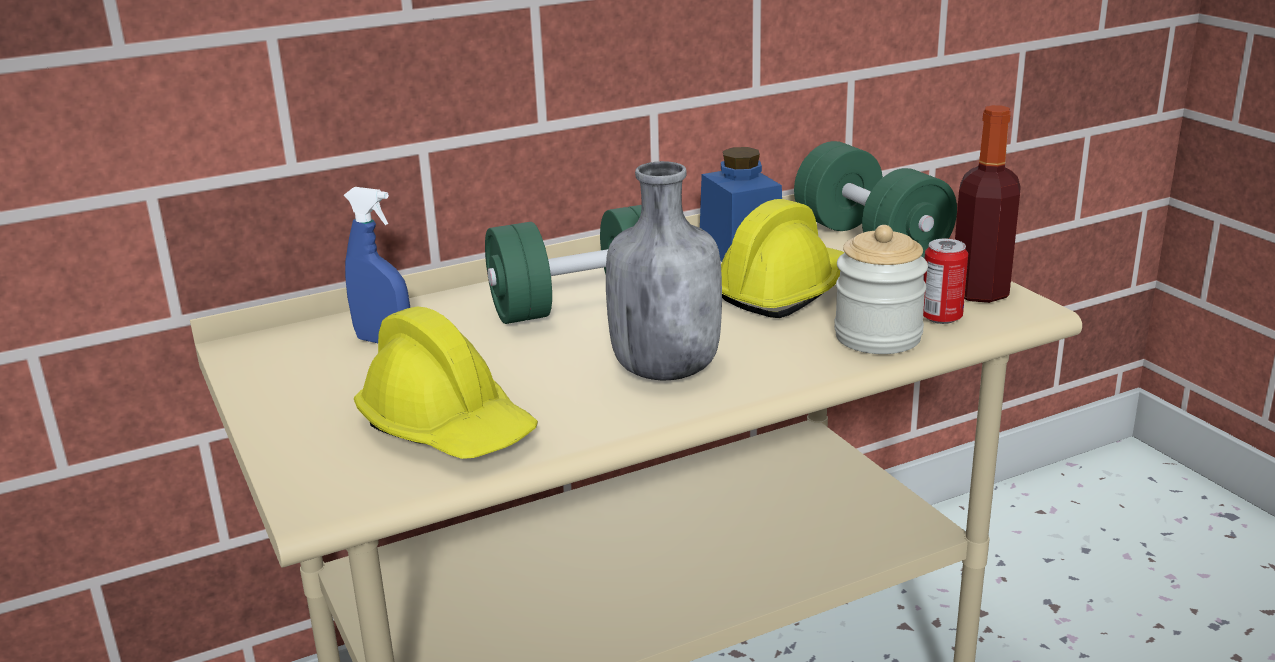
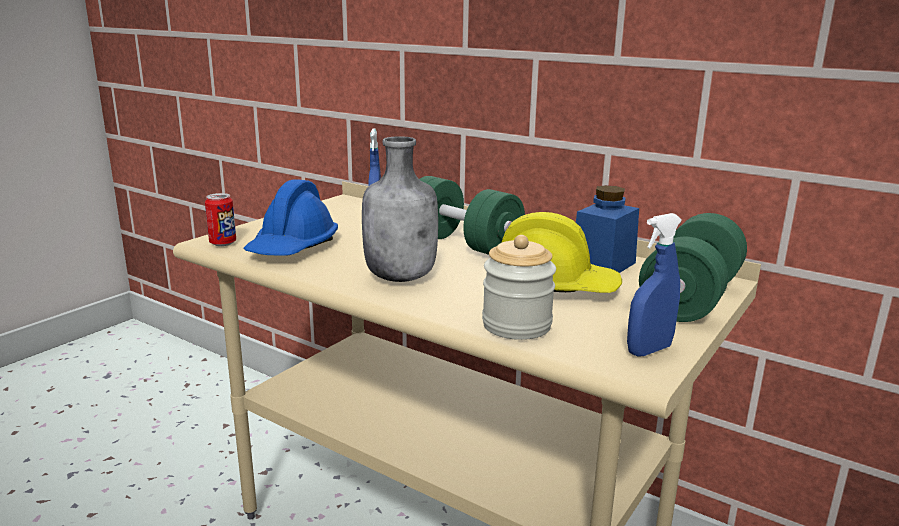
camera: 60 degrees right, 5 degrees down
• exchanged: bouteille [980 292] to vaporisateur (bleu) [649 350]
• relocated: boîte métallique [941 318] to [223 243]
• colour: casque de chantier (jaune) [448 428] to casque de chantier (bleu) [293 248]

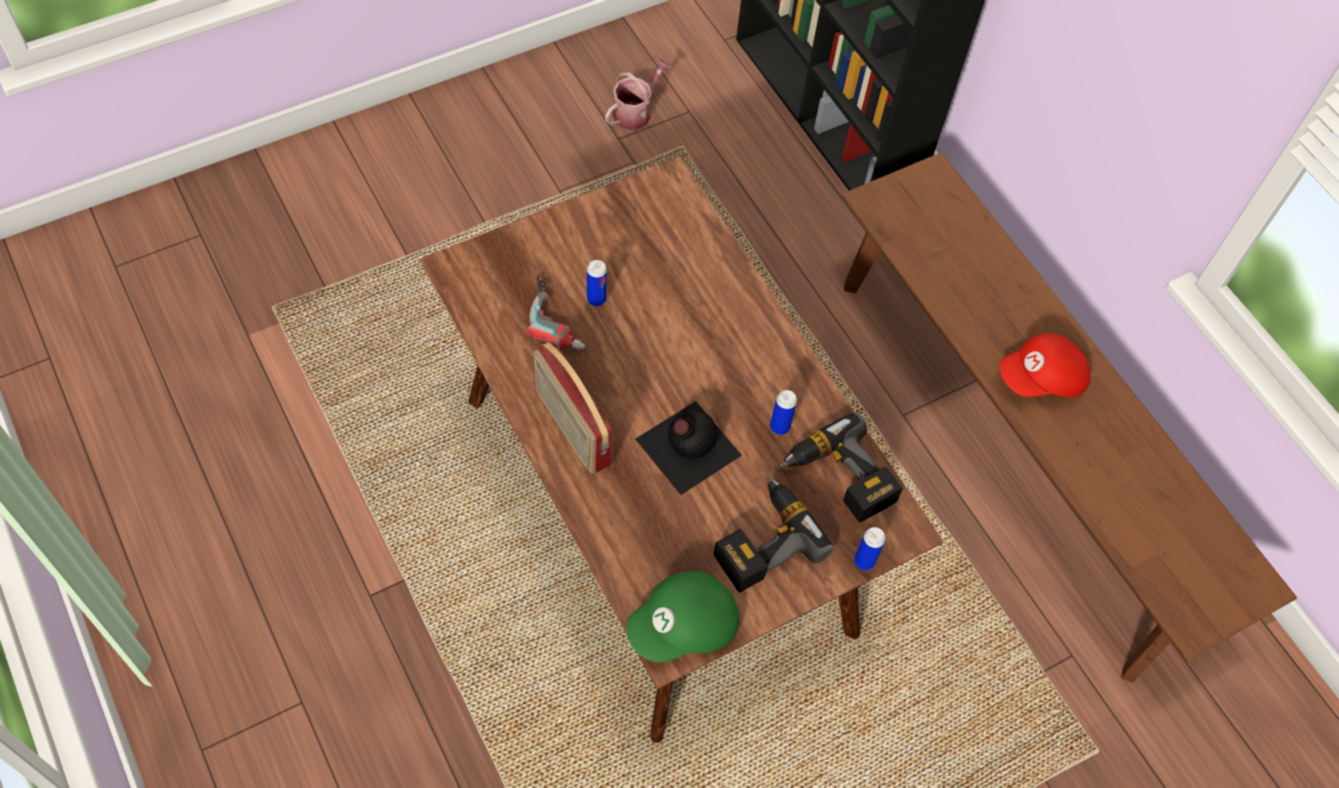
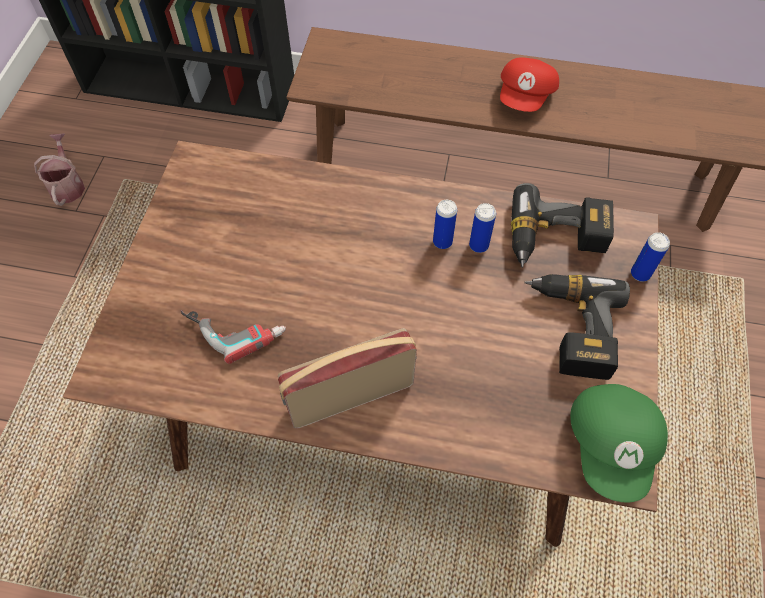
camera: 45 degrees left, 0 degrees up
• relocated: boîte métallique [596 299] to [442 242]
• spun: radio [571 428] = [350 395] 150 degrees clockwise
• missing: bouteille (noir) [686 446]

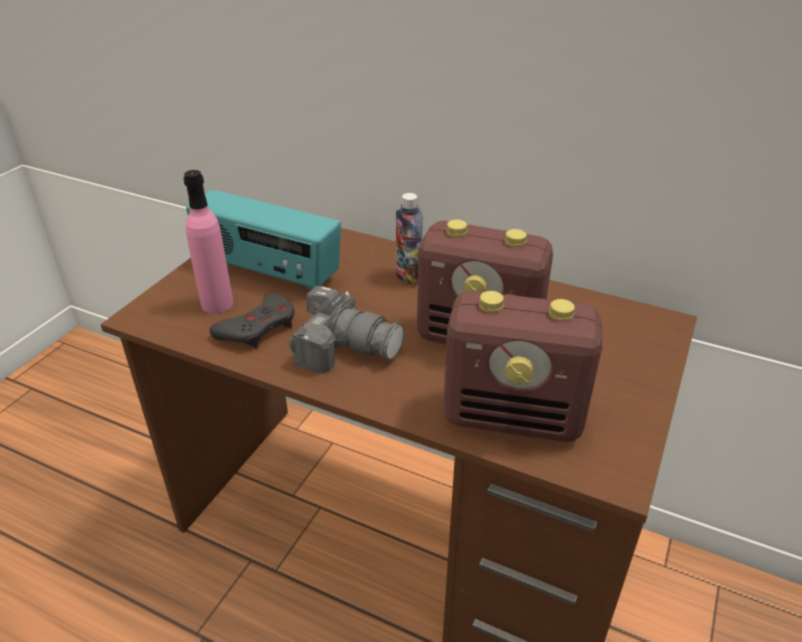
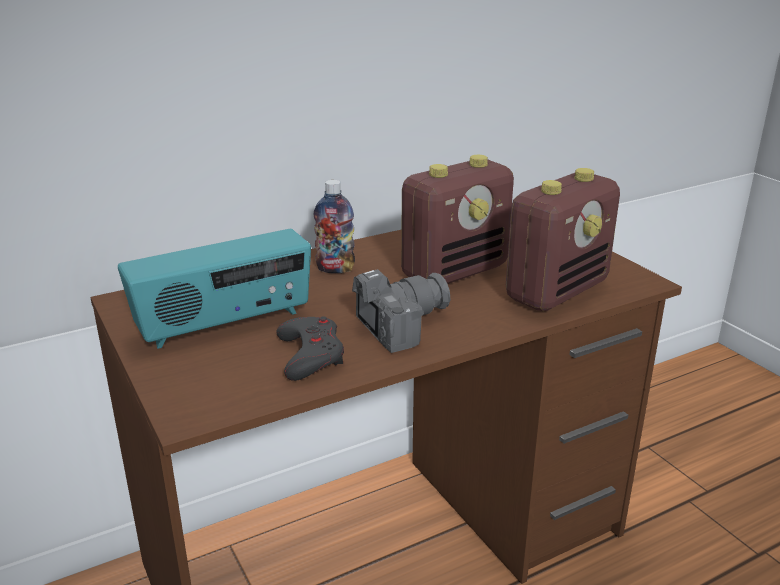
camera: 55 degrees left, 10 degrees down
• missing: bouteille (rose) [217 303]

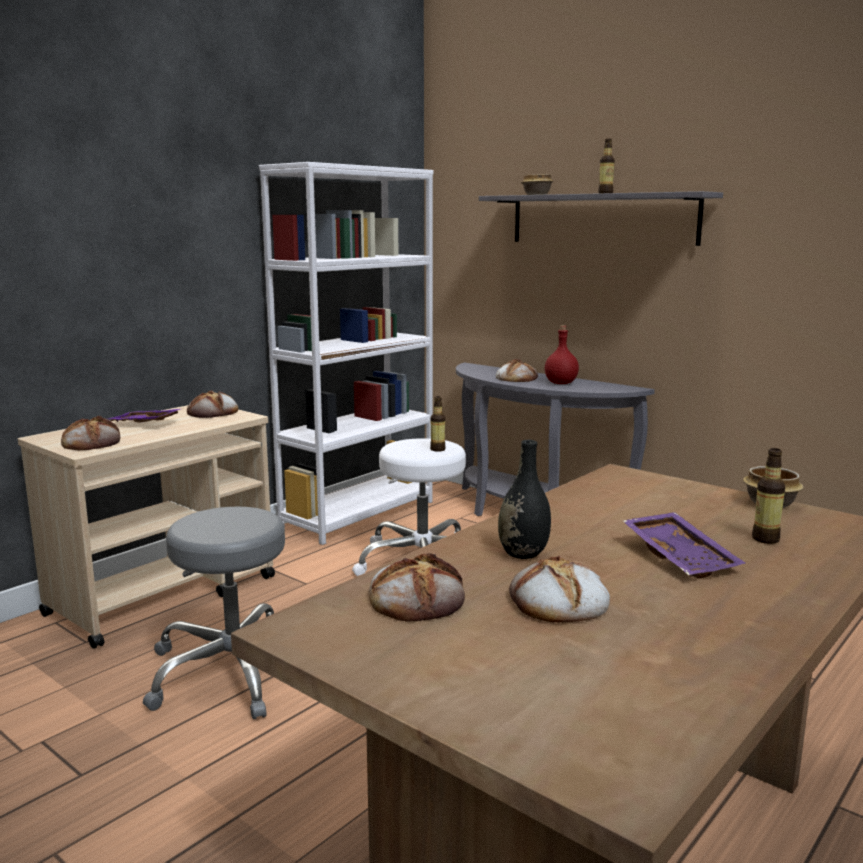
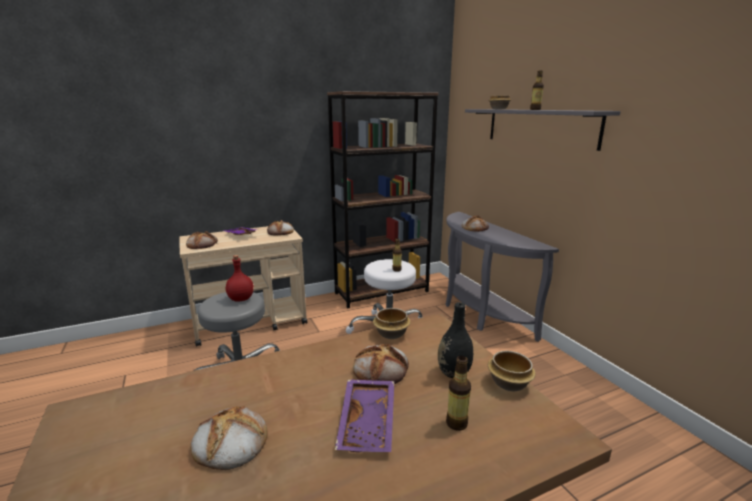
camera: 25 degrees right, 5 degrees up
• colour: bibliothèque (blanc) [359 514] to bibliothèque (marron) [382 292]
• relocated: bouteille (rouge) [560 383] to [240 299]
• relocated: vase (noir) [523 554] to [454 373]
• relocated: pain [417 598] to [381 369]
• appeared: bol [391 334]

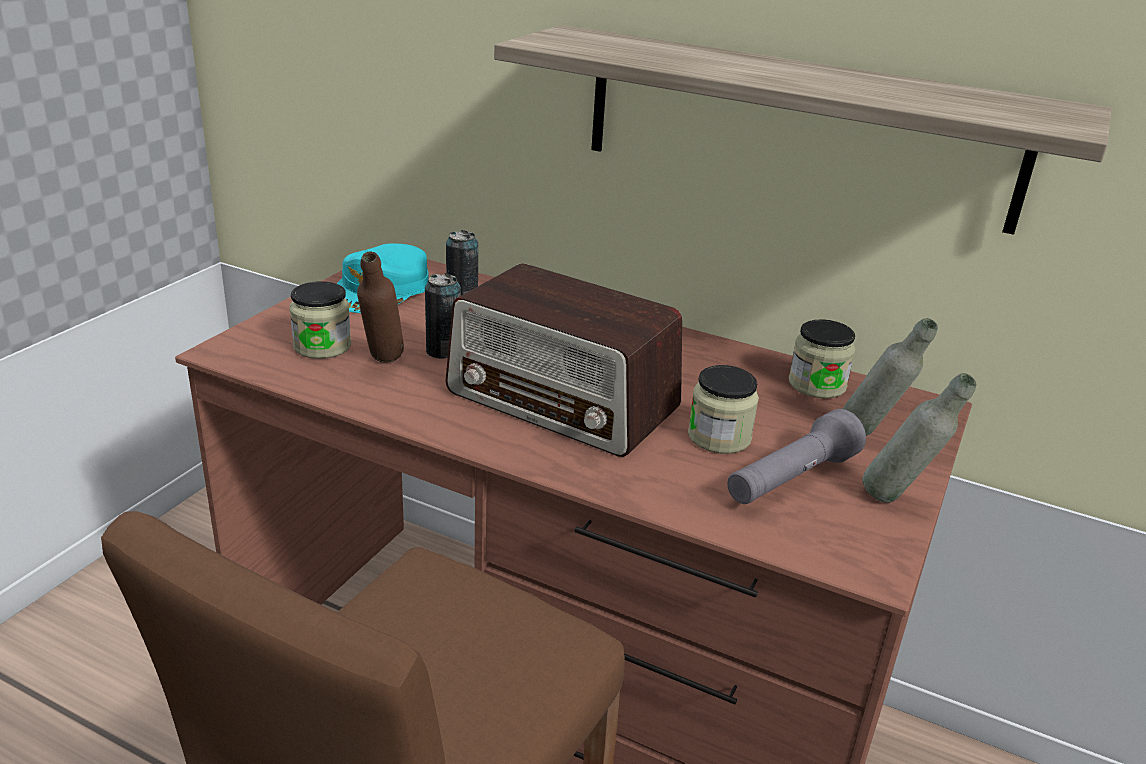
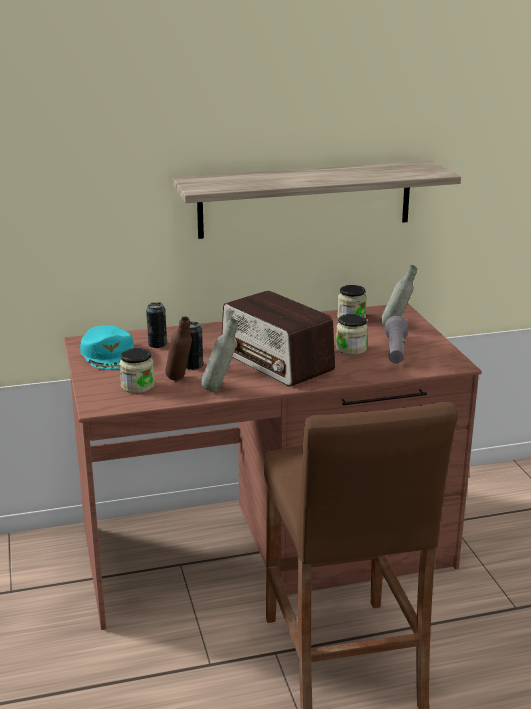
camera: 40 degrees left, 5 degrees down
• spun: radio [563 401] = [277 362] 60 degrees clockwise
• relocated: bouteille (gris) [898 501] to [220 389]

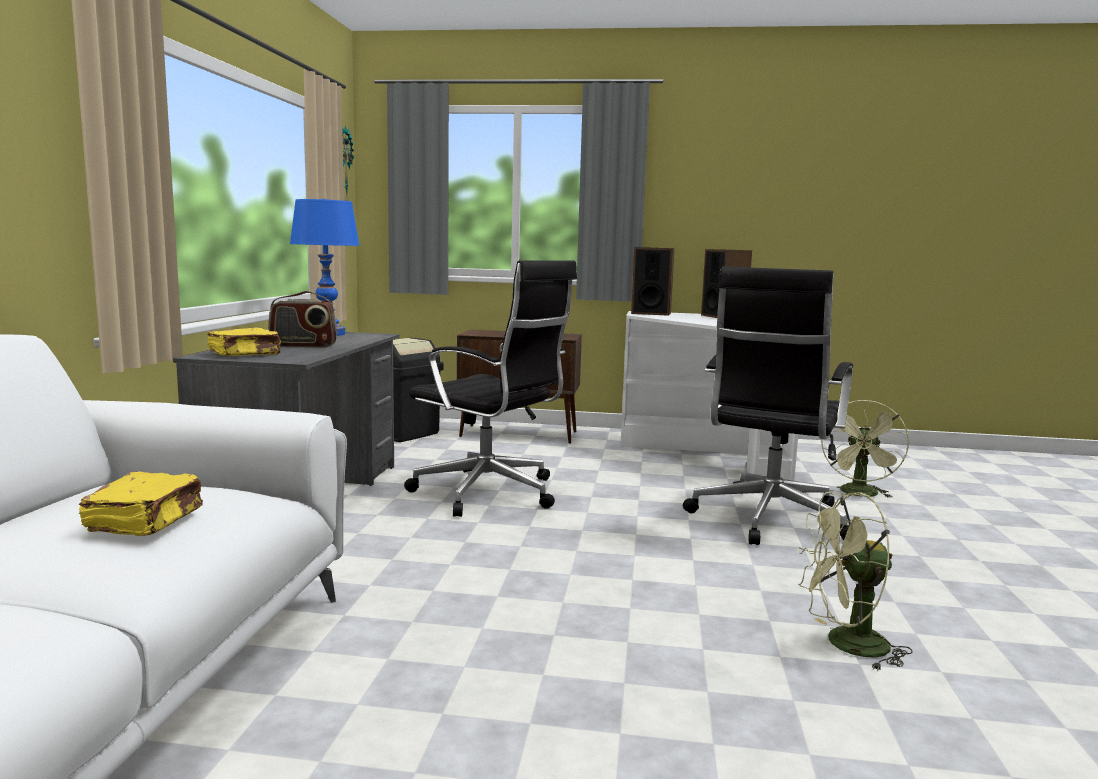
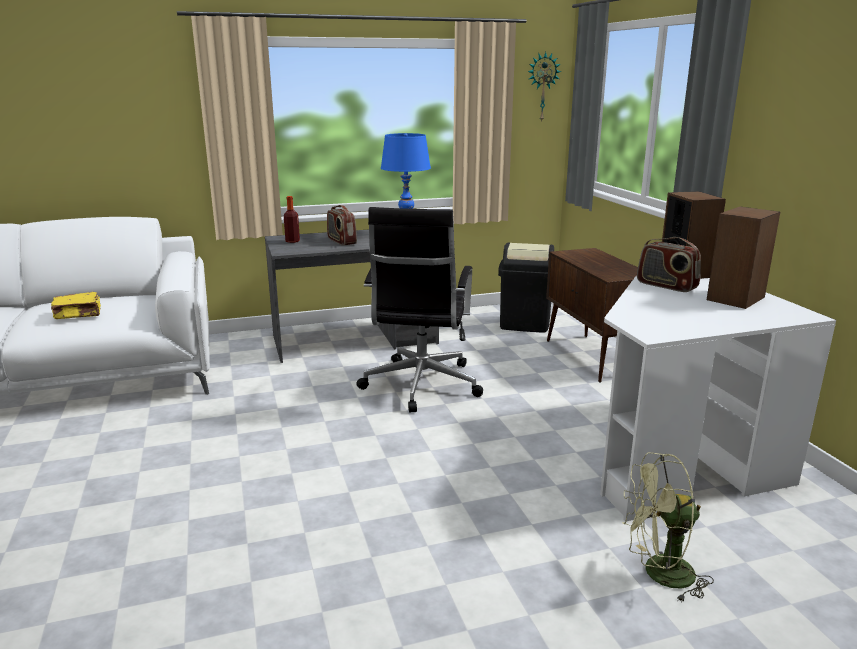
camera: 65 degrees right, 10 degrees up
• missing: chaise de bureau (noir) [768 520]
• exchanged: livre (jaune) [246 354] to bouteille [292 241]
• missing: ventilateur (vert) [845 645]
• appeared: radio [666 286]

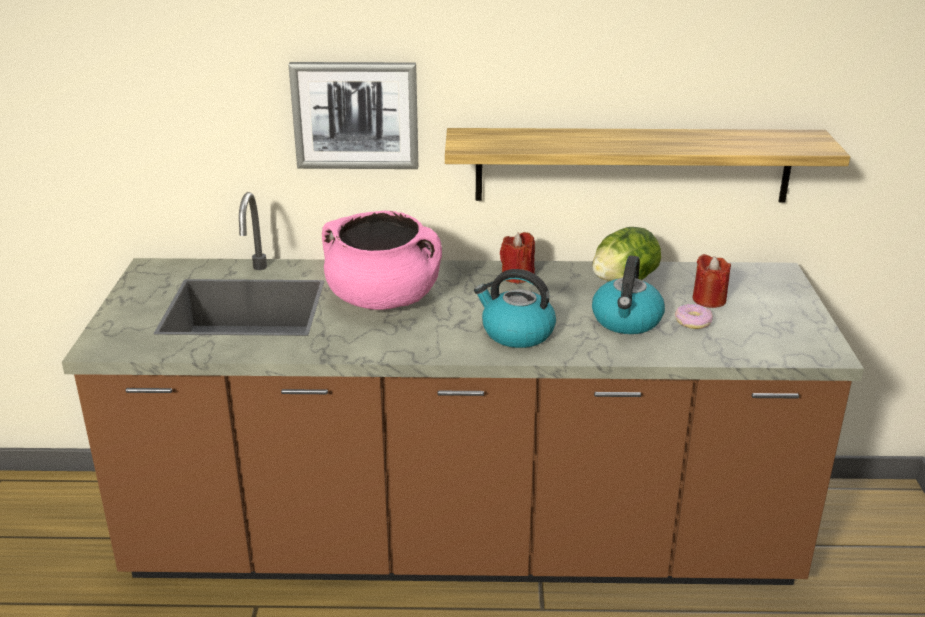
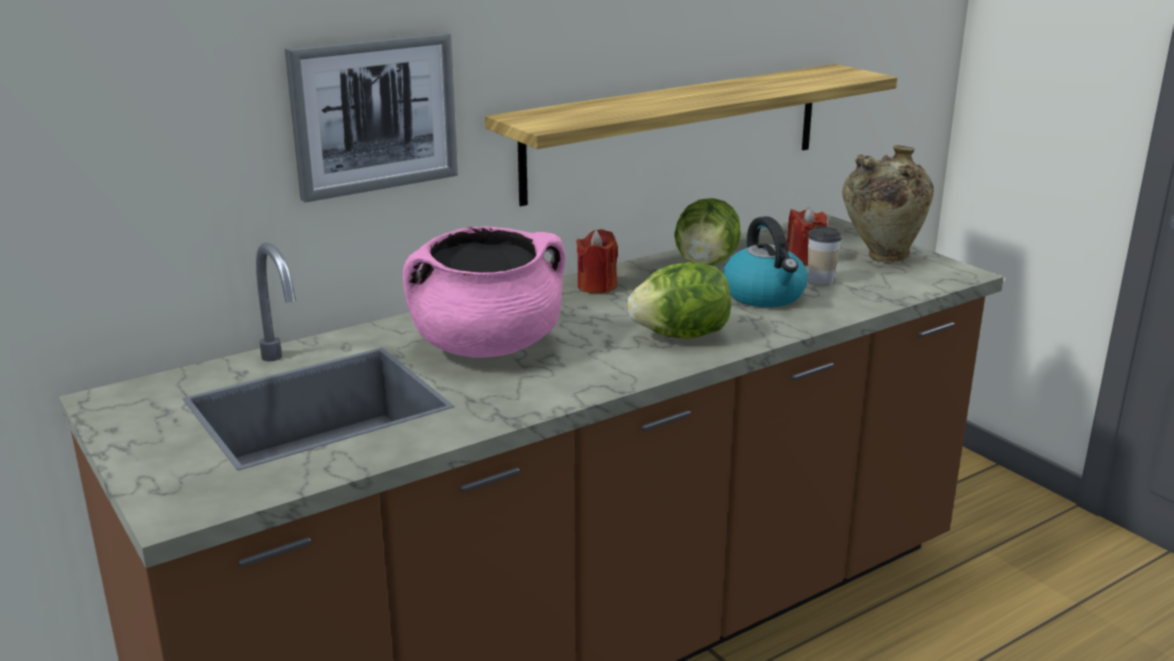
camera: 35 degrees left, 5 degrees down
• exchanged: bouilloire [516 333] to laitue [681 335]
• exchanged: beignet [692 322] to tasse [820 280]
• appeared: vase (beige) [881 257]

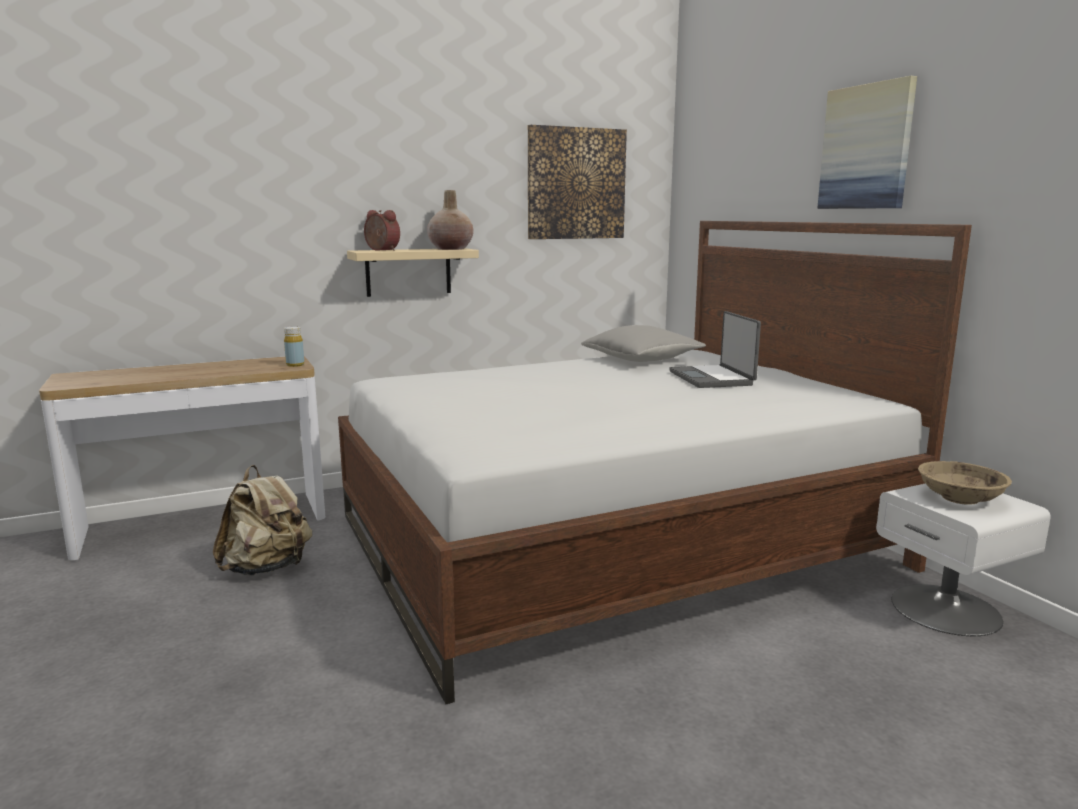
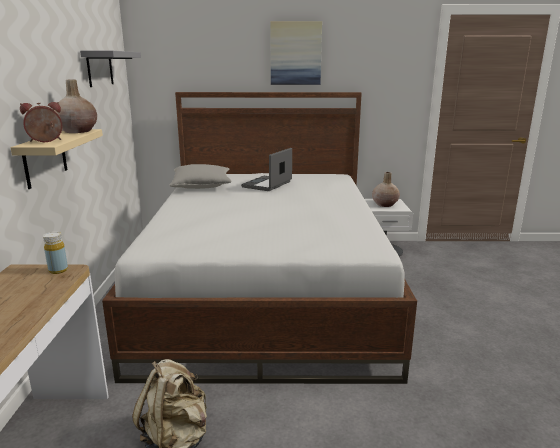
camera: 65 degrees left, 5 degrees up
• exchanged: tableau [576 184] to étagère (gris) [99 68]
• spun: ordinateur portable [712 378] = [268 184] 105 degrees clockwise
• exchanged: bol (beige) [960 498] to vase (beige) [385 204]

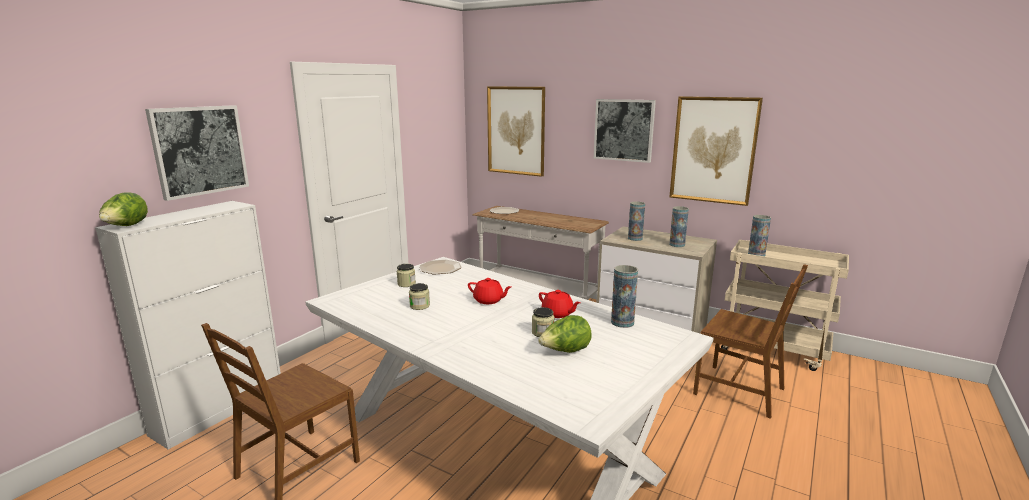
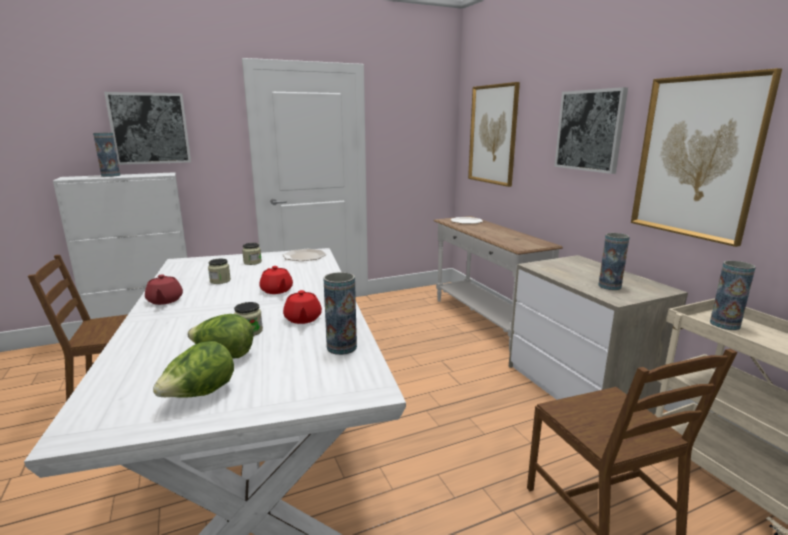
camera: 35 degrees right, 0 degrees up
• relocated: laitue [126 226] to [199 395]
• relocated: vase [635 238] to [110 175]
• appeared: théière (rouge) [164 301]

